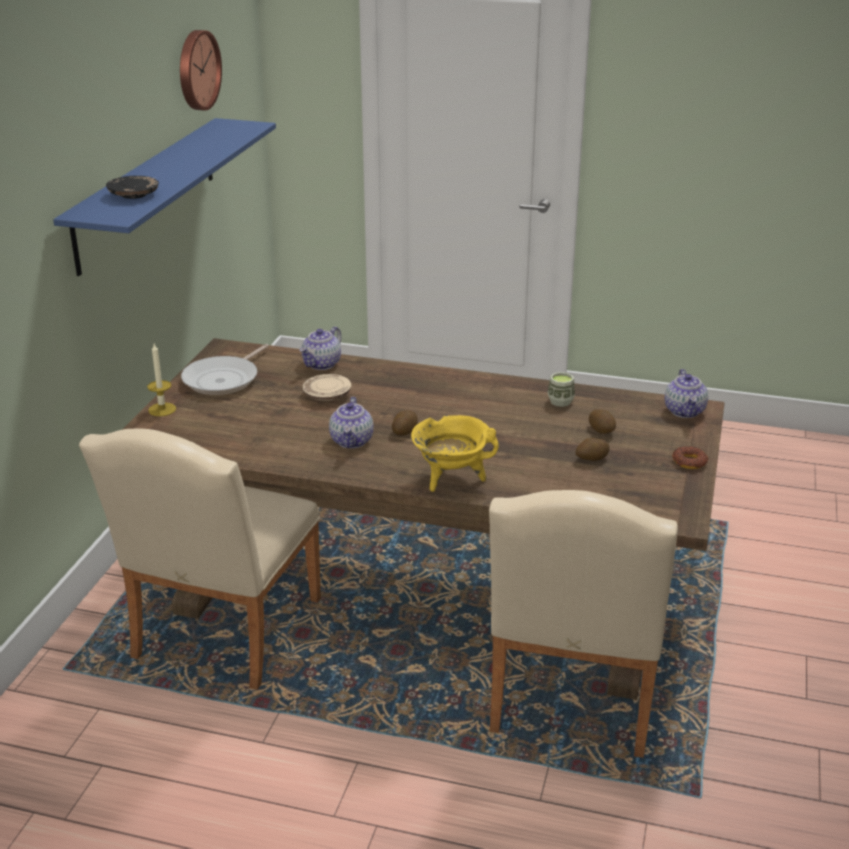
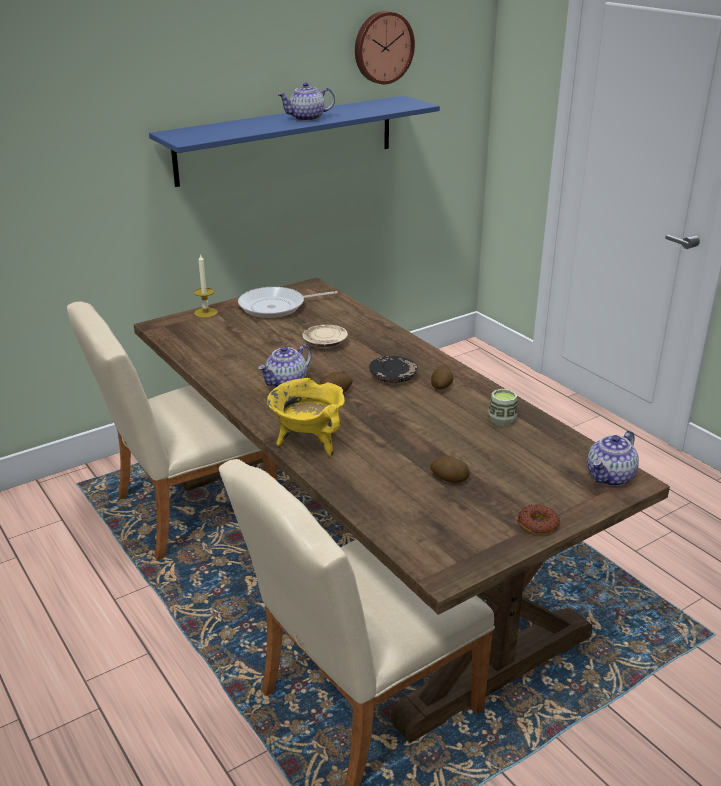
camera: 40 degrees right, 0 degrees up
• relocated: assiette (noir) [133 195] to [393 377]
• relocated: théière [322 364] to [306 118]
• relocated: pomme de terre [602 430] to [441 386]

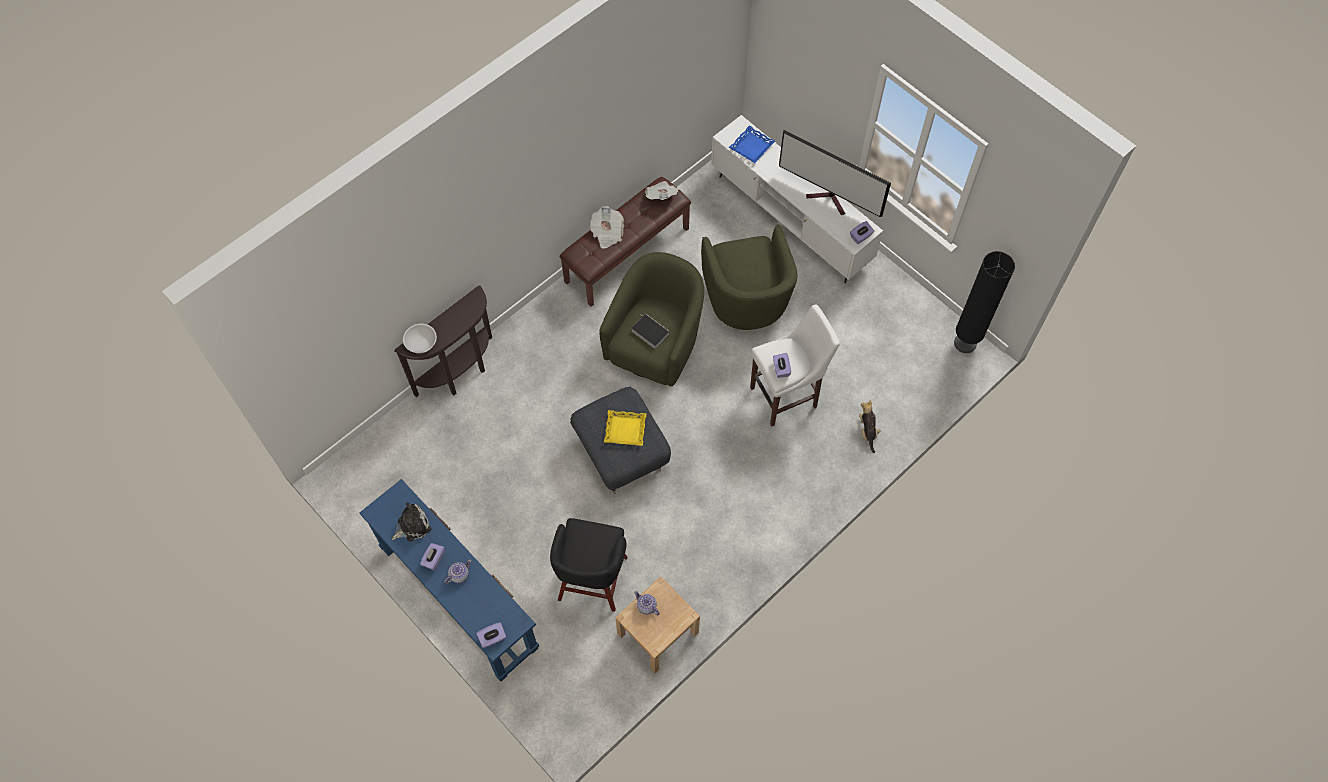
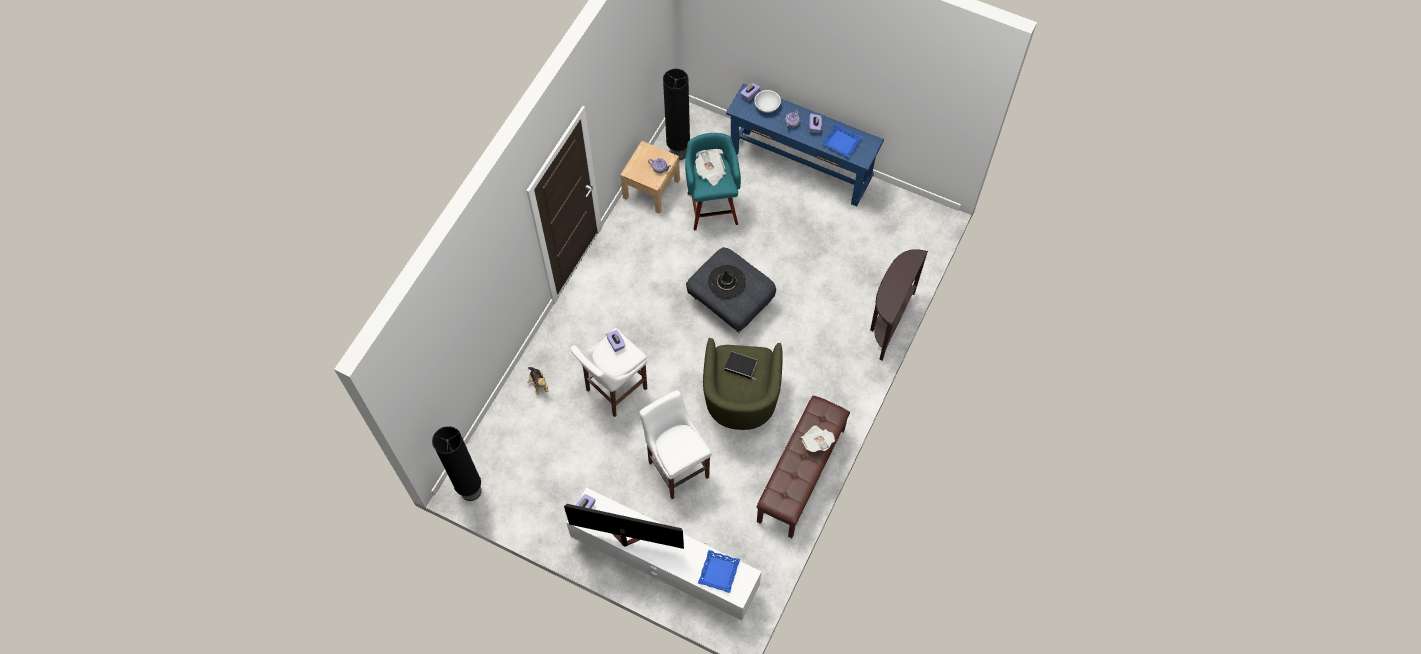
camera: 160 degrees right, 0 degrees up
• relocated: journal [661 196] to [710 172]
• exchanged: fauteuil (vert) [746 300] to tabouret (blanc) [677 467]
• relocated: bol (blanc) [421 344] to [767 106]
• exchanged: plateau (jaune) [625 429] to chapeau (noir) [726 282]
• exchanged: peluche [412 525] to plateau (bleu) [842 142]
• colour: tabouret (noir) [592 581] to tabouret (turquoise) [712 206]
• appeared: lampadaire (noir) [678 153]

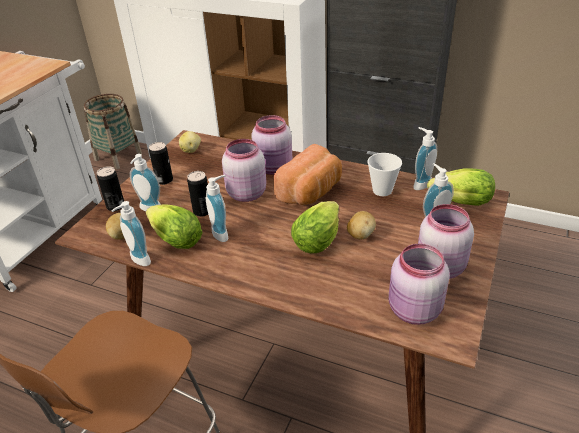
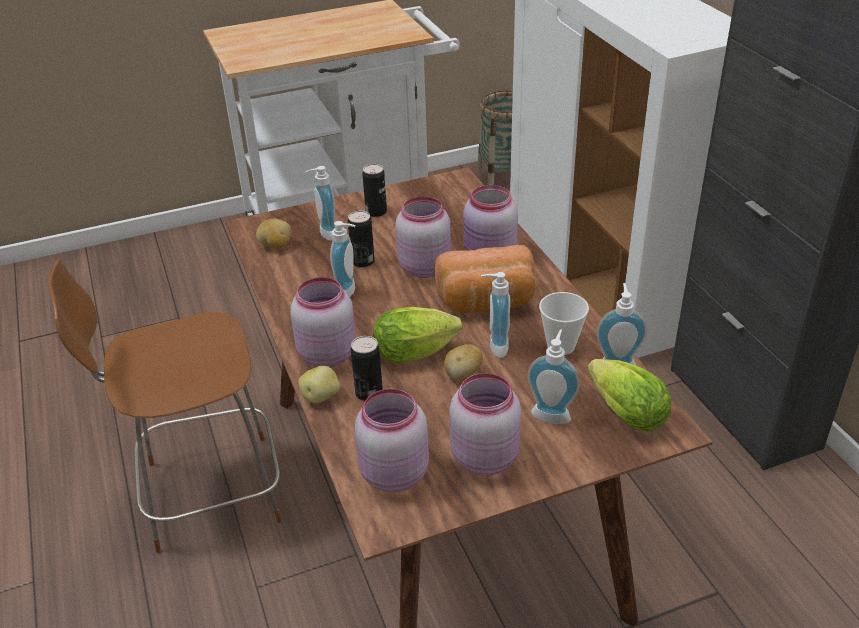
camera: 45 degrees right, 0 degrees up
• relocated: pomme de terre [191 150] to [321 396]
• relocated: boîte métallique [115 206] to [369 393]
• relocated: distributeur de savon [137 261] to [494 346]
• missing: laitue [174 239]
• appeared: bocal (rose) [326 353]

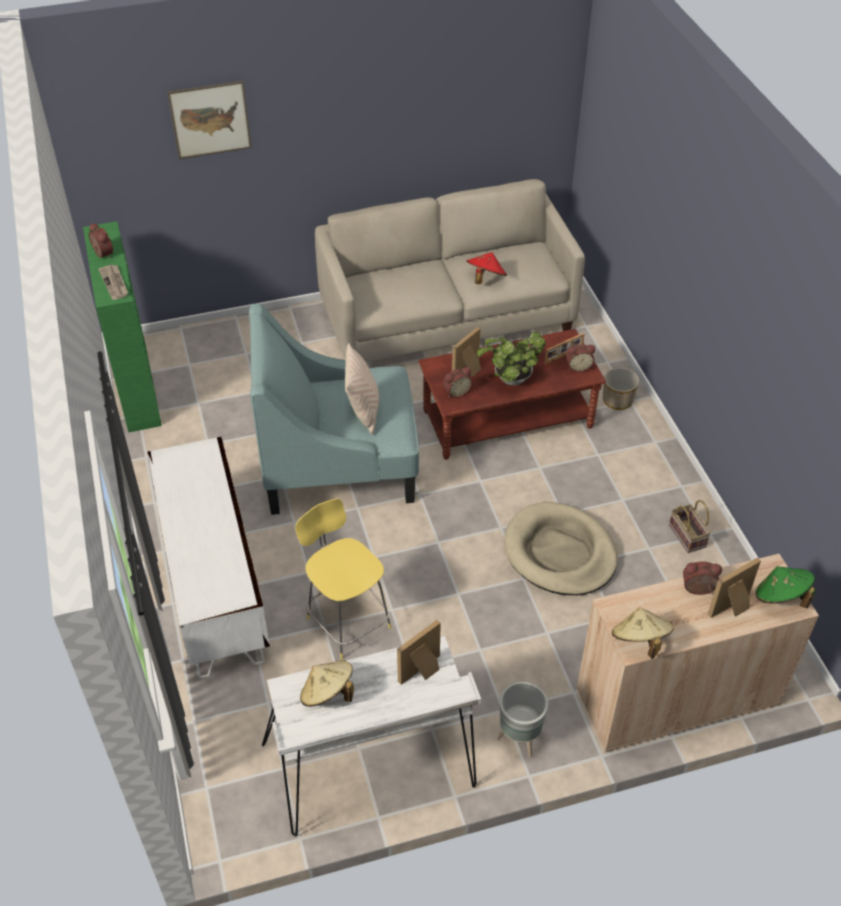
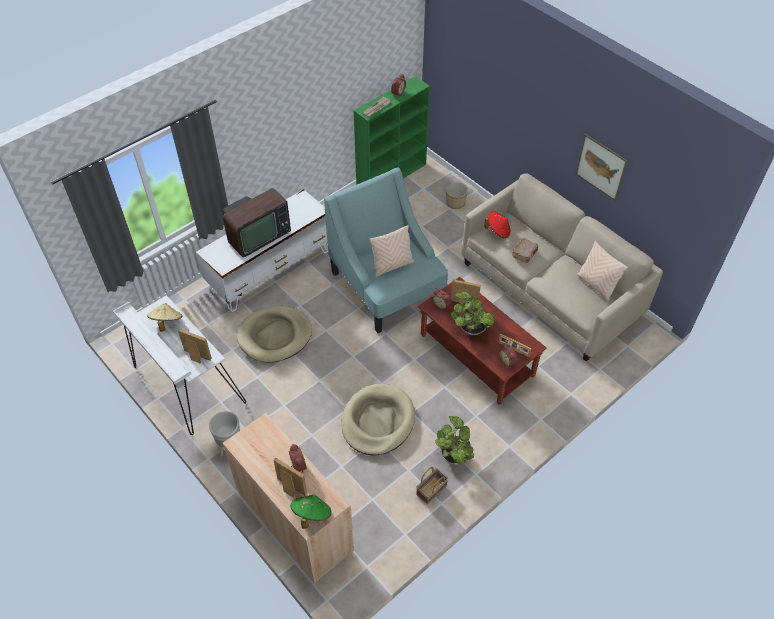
camera: 65 degrees right, 5 degrees up
• relocated: tableau [210 120] to [601 167]
• relocated: chapeau (rouge) [485 279] to [498 231]
• relocated: cache-pot [618 400] to [455 203]
• exchanged: tabouret (jaune) [347 621] to panier pour chien (beige) [275 336]
• missing: chapeau (beige) [639 641]
• appeared: téléviseur [257 235]
• appeared: livre (marron) [524 253]
• appeared: coussin (beige) [596 285]
• appeared: plante en pot [453 454]

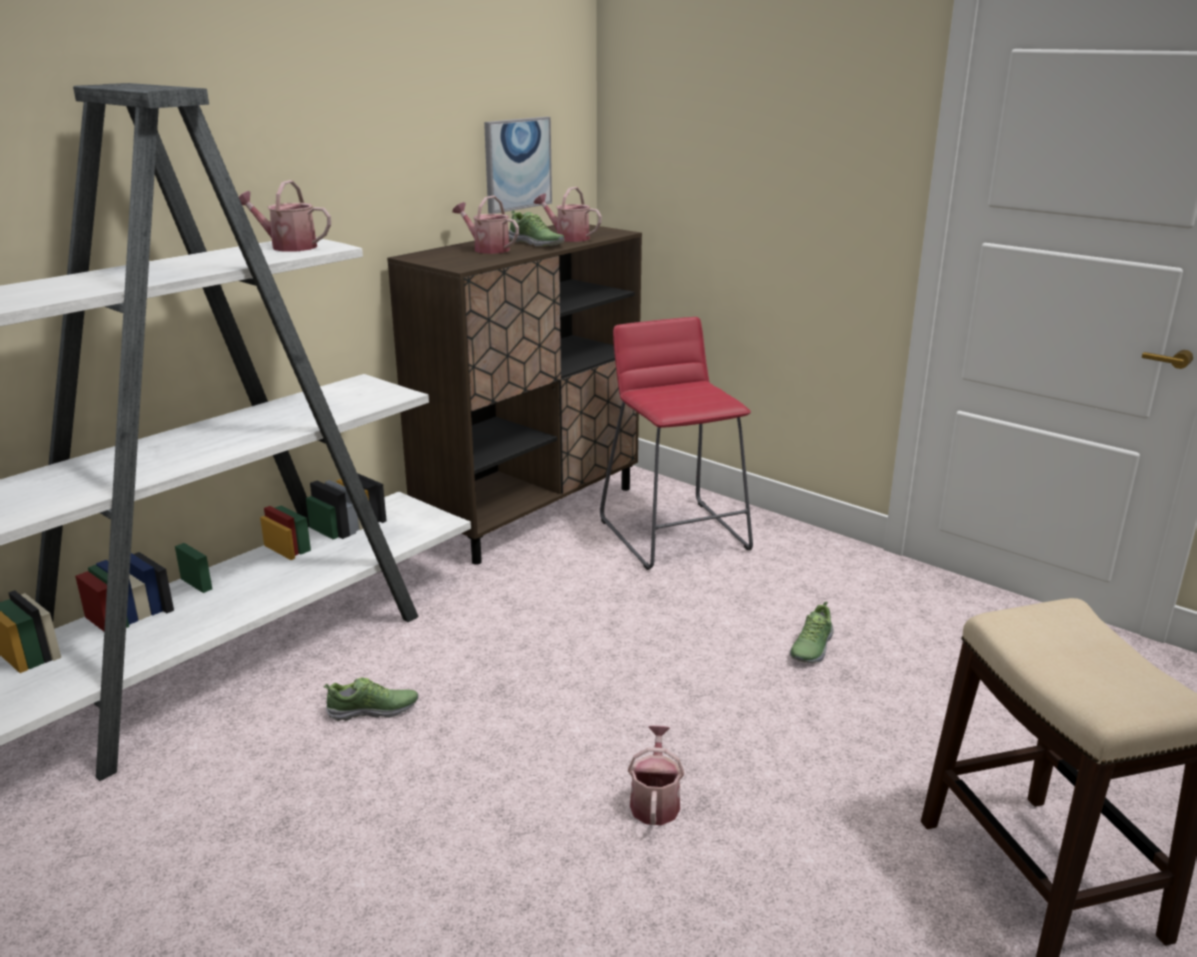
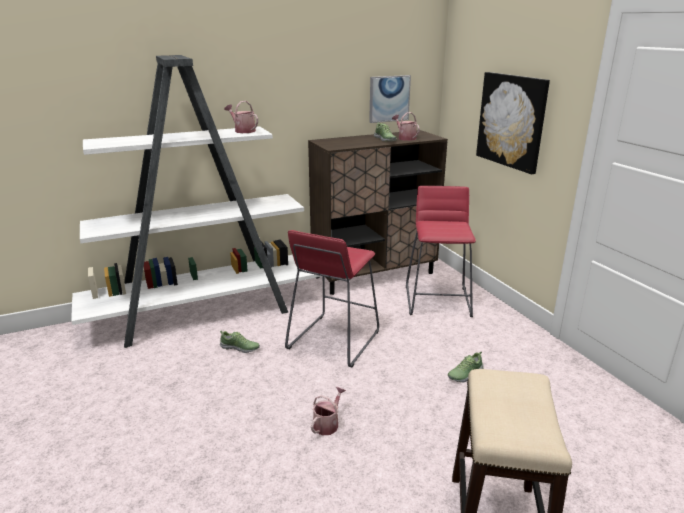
camera: 25 degrees right, 0 degrees up
• missing: arrosoir [487 249]
• appeared: tableau [511 121]
• appeared: tabouret (rouge) [333 340]

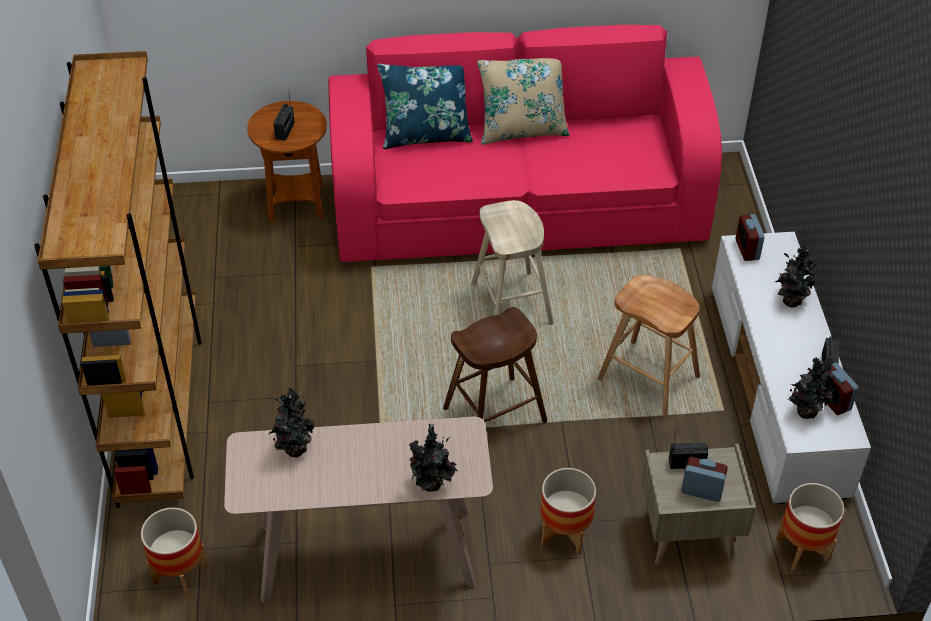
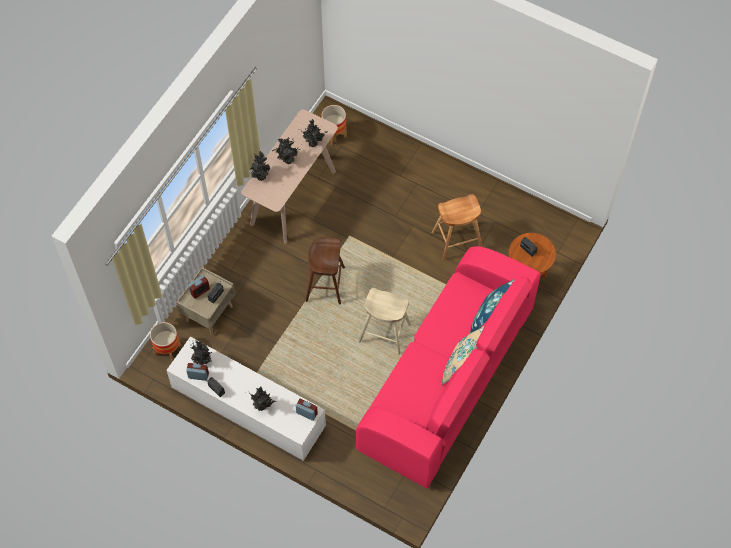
camera: 125 degrees right, 15 degrees up
• missing: bibliothèque (marron) [161 409]
• relocated: tabouret (marron) [648 378] to [457 240]
• missing: cache-pot [564 534]
• appeared: plante en pot [287 160]

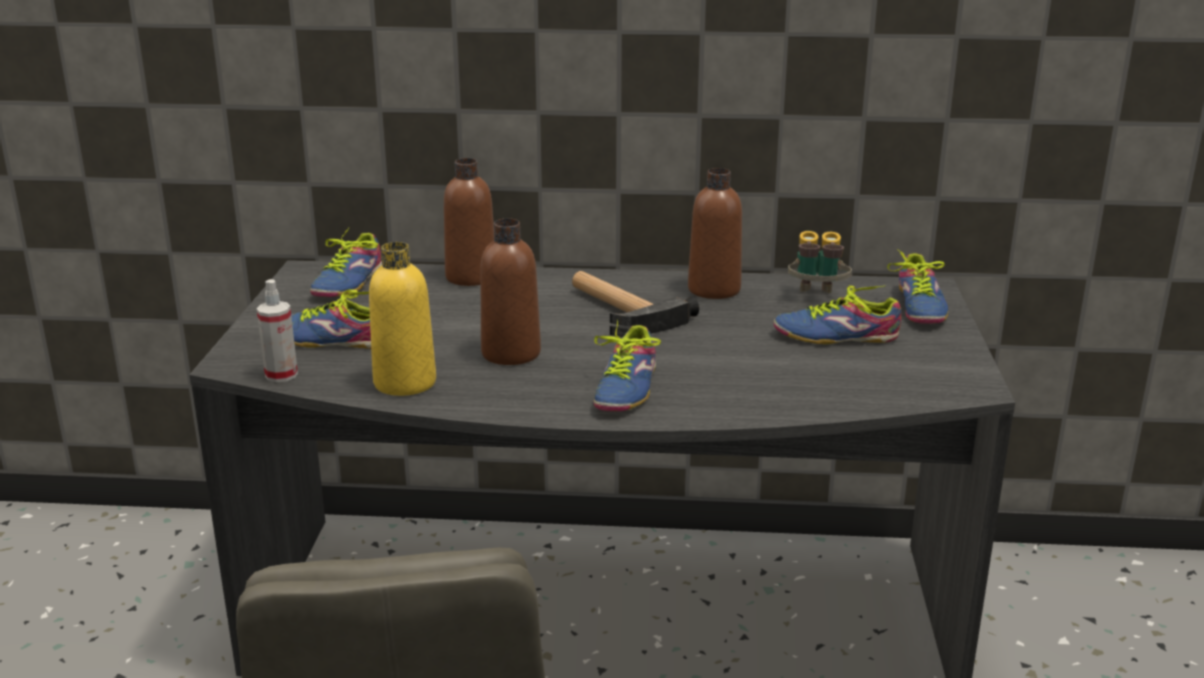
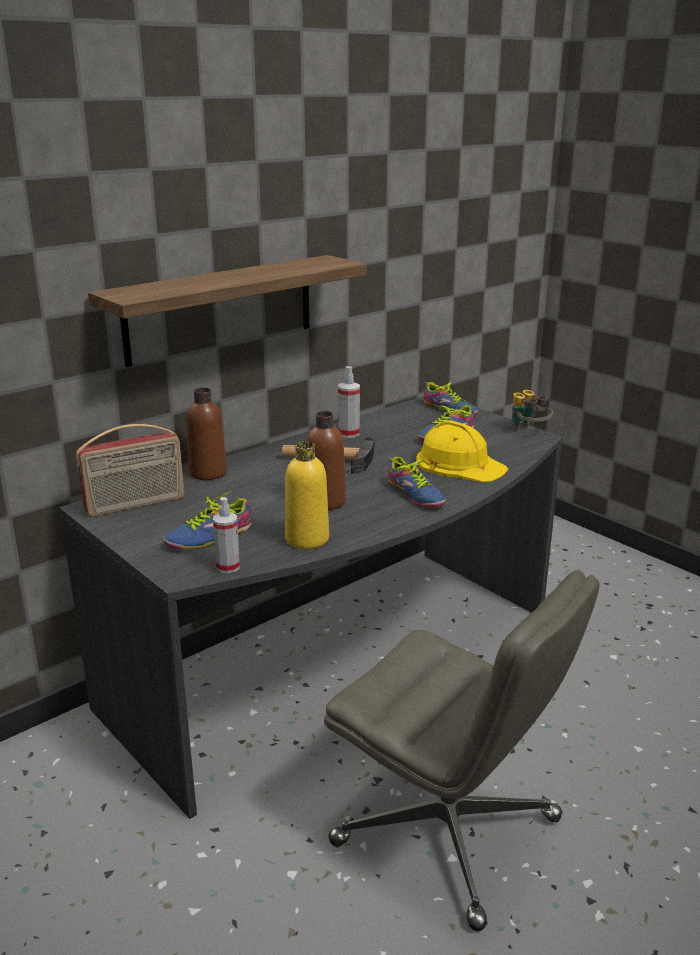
camera: 45 degrees left, 0 degrees up
• exchanged: bouteille (marron) [714 290] to vaporisateur [349 433]
• exchanged: chaussure [344 282] to radio [135 504]
• relocated: jumelles [816 298] to [528 432]
• appeared: étagère [221 309]
• appeared: casque de chantier (jaune) [459 464]

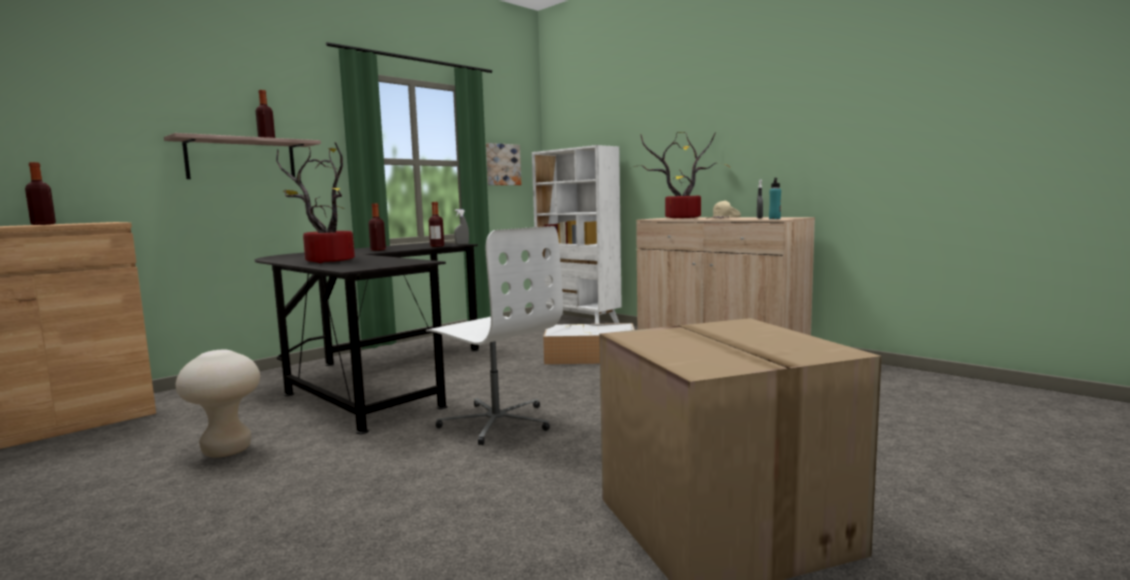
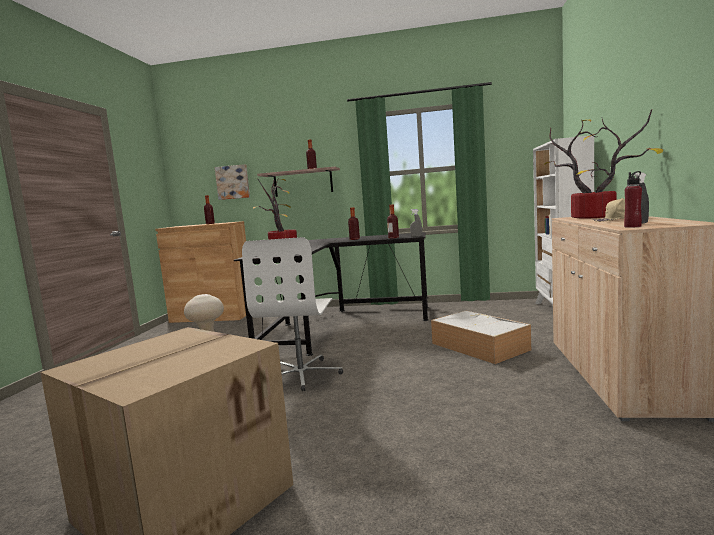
camera: 55 degrees right, 0 degrees up
• relocated: tableau [502 164] to [233 182]
• colour: bouteille (turquoise) [774 219] to bouteille (rouge) [632 226]

